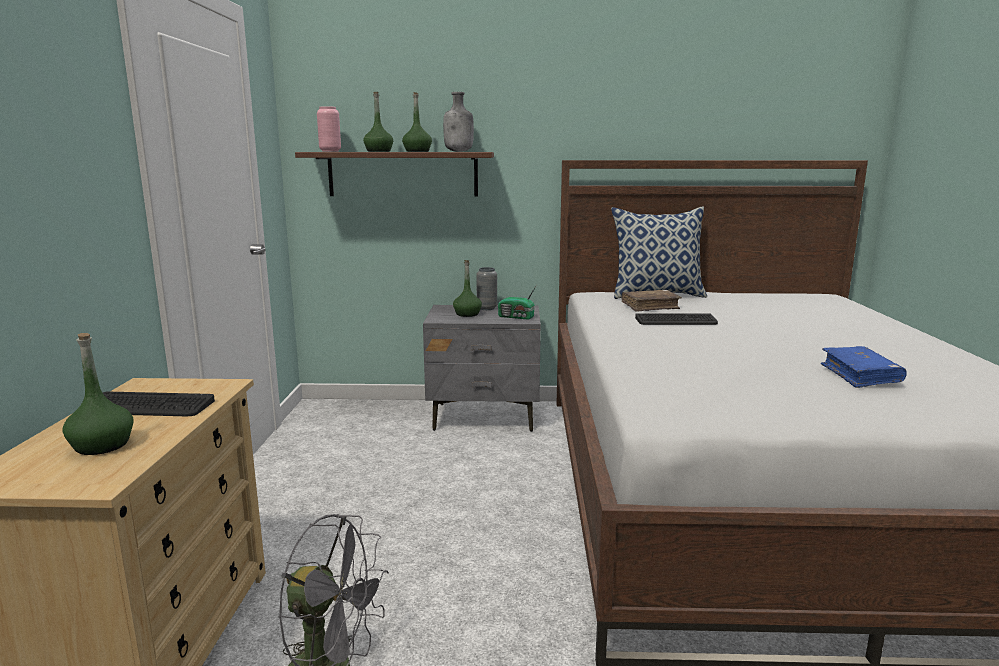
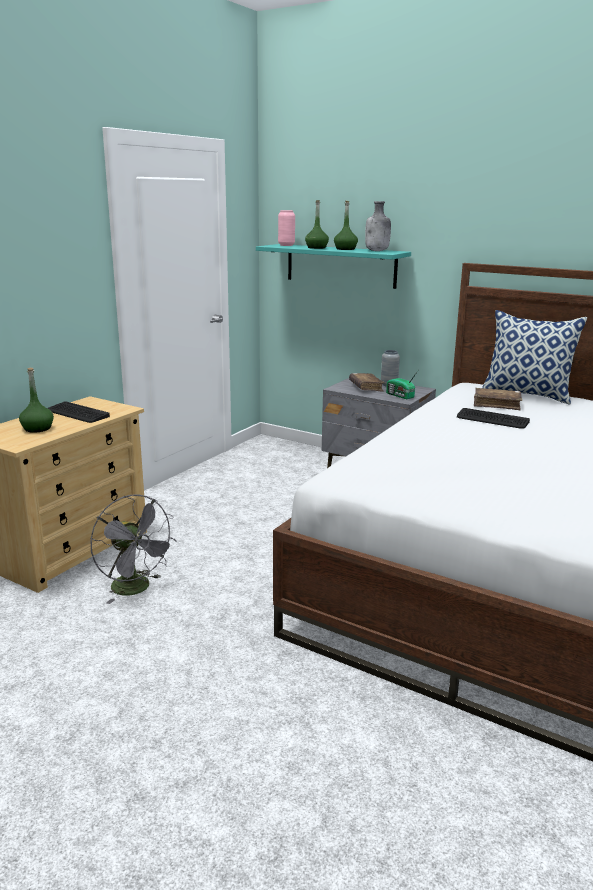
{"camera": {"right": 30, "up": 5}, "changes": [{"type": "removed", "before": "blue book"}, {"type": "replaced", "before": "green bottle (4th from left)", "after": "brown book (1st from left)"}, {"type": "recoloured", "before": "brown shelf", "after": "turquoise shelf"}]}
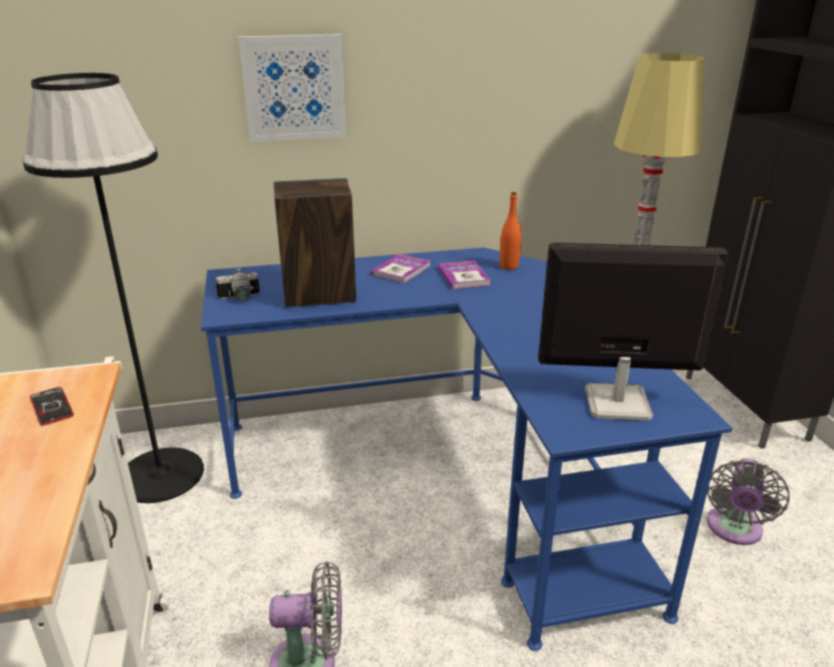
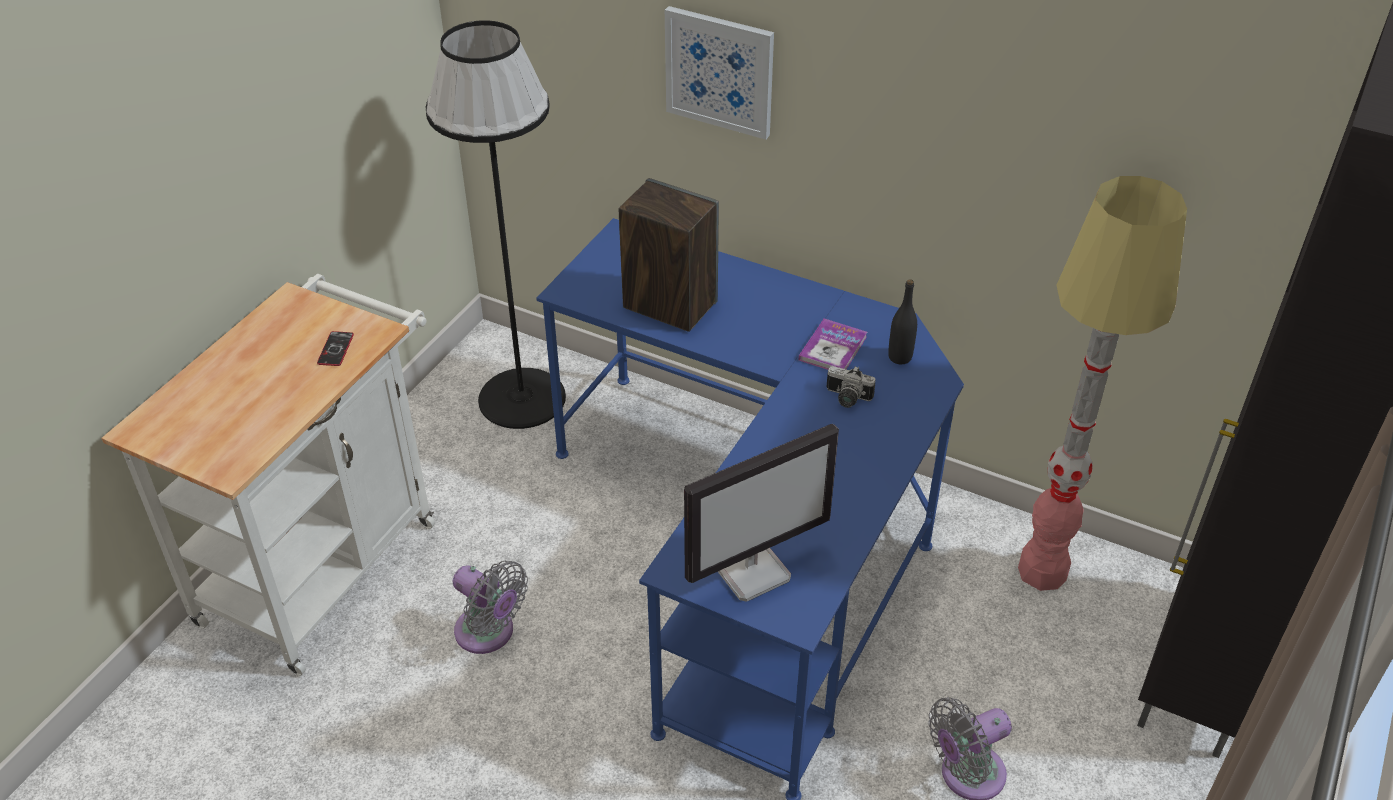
{"camera": {"right": 40, "up": 15}, "changes": [{"type": "removed", "before": "book (1st from left)"}, {"type": "moved", "before": "photo camera"}, {"type": "recoloured", "before": "orange bottle", "after": "black bottle"}, {"type": "turned", "before": "monitor", "turn": 105}]}
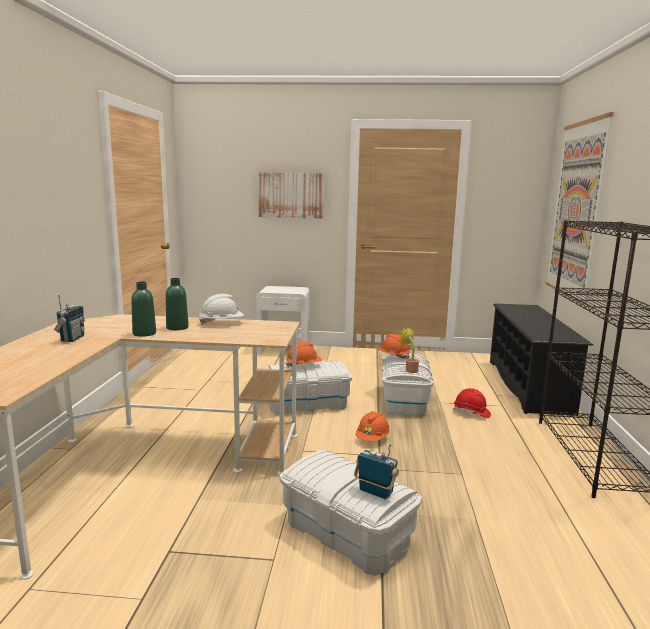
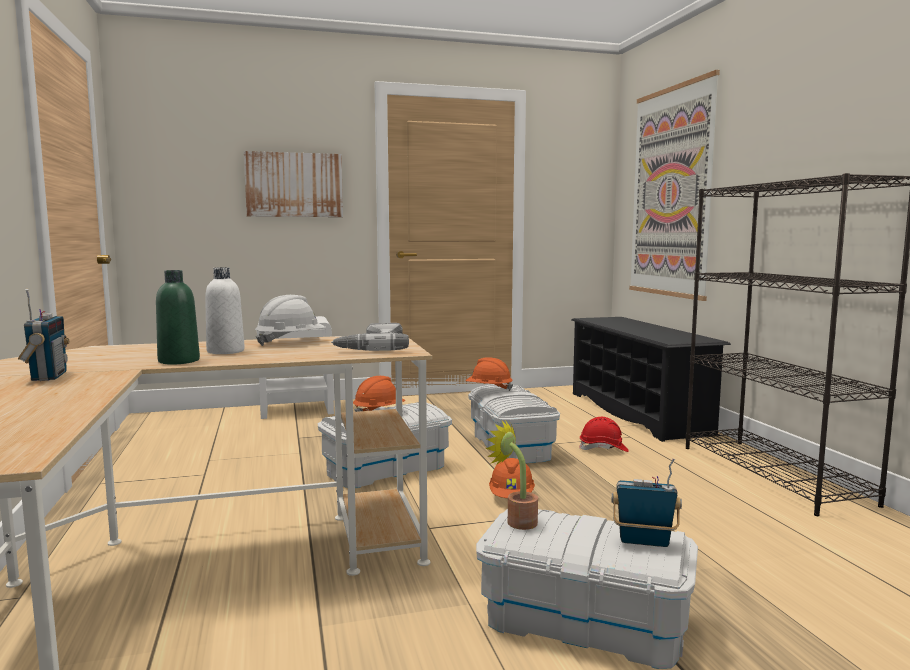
{"camera": {"right": -20, "up": -5}, "changes": [{"type": "added", "after": "power drill"}, {"type": "moved", "before": "potted plant"}, {"type": "recoloured", "before": "green bottle (2nd from left)", "after": "white bottle"}]}
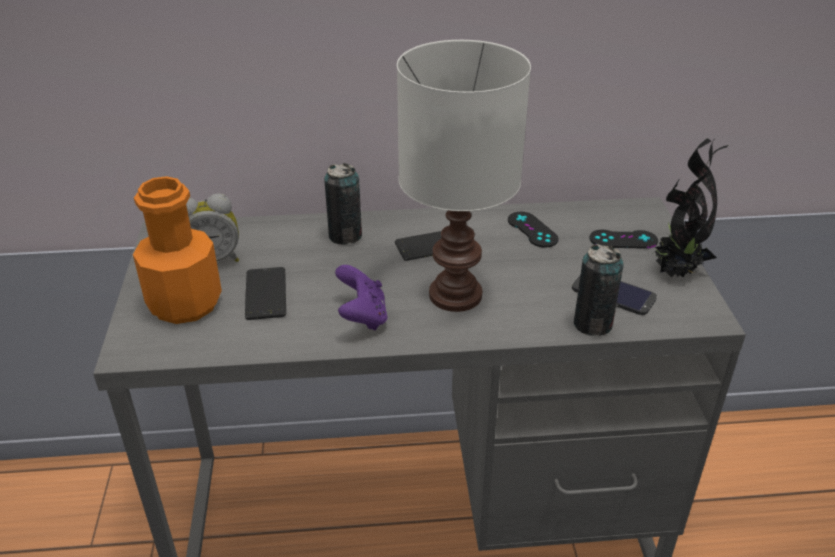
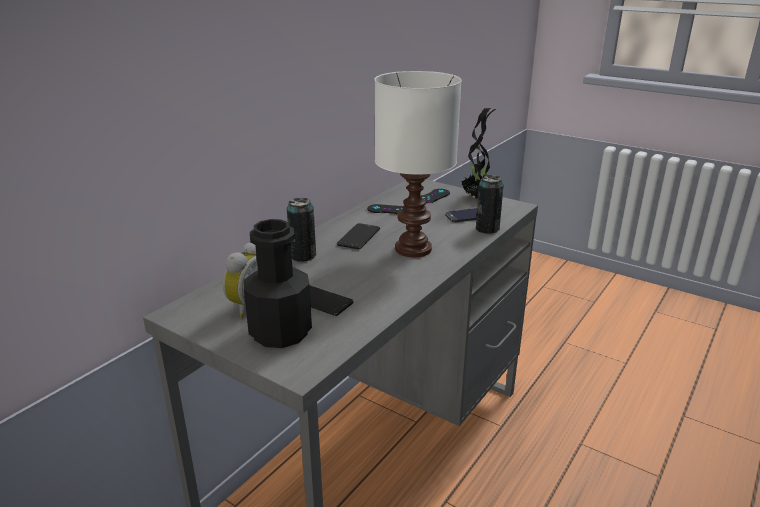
{"camera": {"right": -50, "up": -10}, "changes": [{"type": "removed", "before": "purple game controller"}, {"type": "recoloured", "before": "orange bottle", "after": "black bottle"}]}
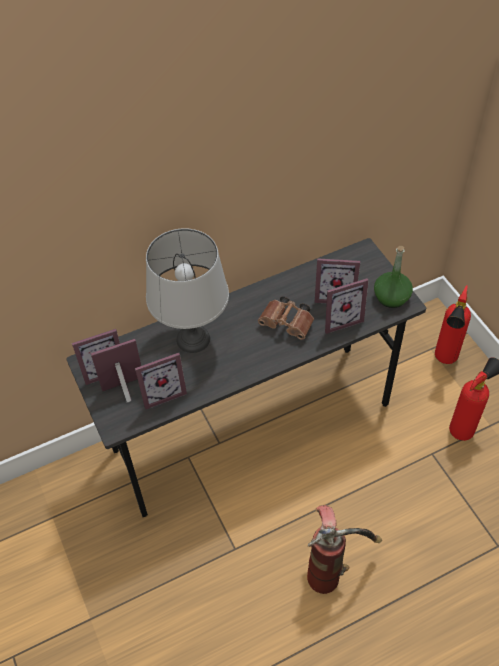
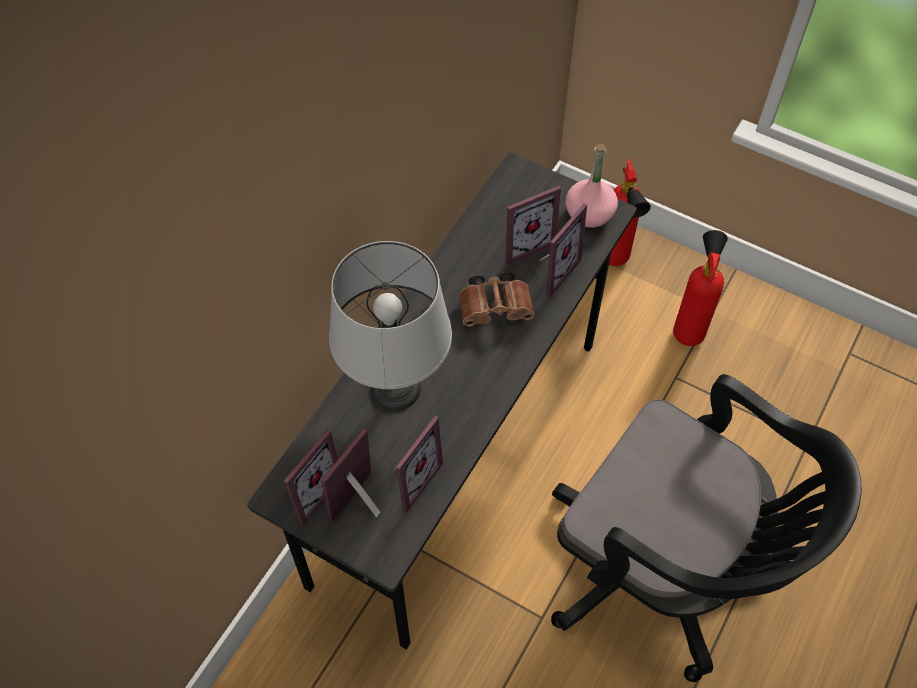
{"camera": {"right": -35, "up": 5}, "changes": [{"type": "replaced", "before": "fire extinguisher (1st from left)", "after": "black office chair"}, {"type": "recoloured", "before": "green bottle", "after": "pink bottle"}]}
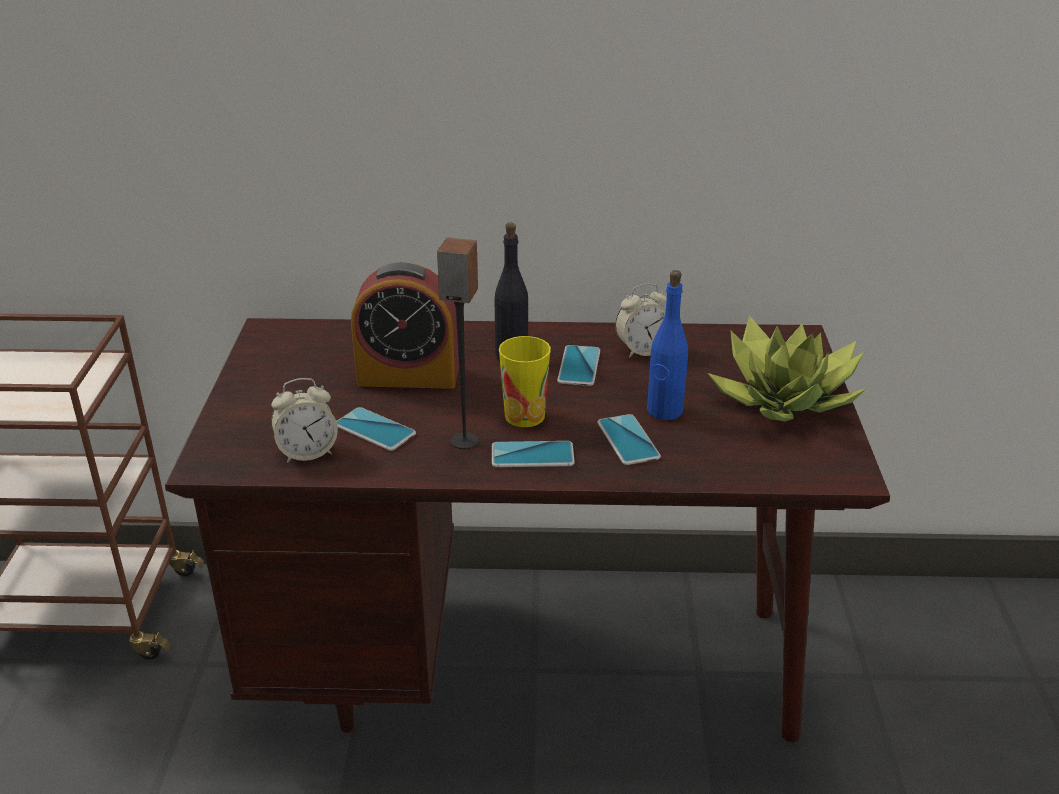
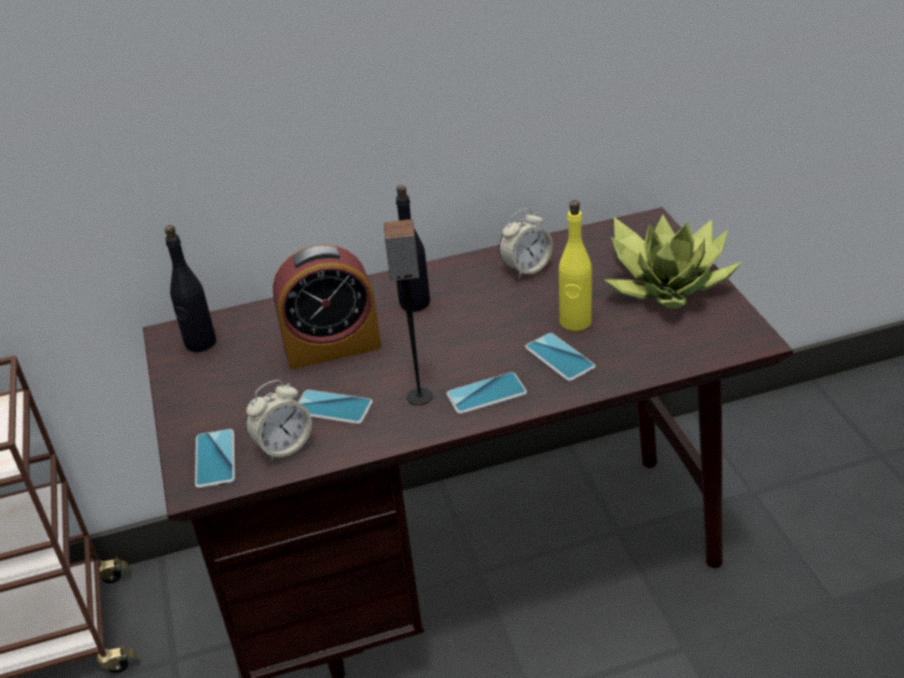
{"camera": {"right": -15, "up": 5}, "changes": [{"type": "removed", "before": "cup"}, {"type": "added", "after": "black bottle (1st from left)"}, {"type": "moved", "before": "phone (3rd from left in the first image)", "after": "phone (1st from left)"}, {"type": "recoloured", "before": "blue bottle", "after": "yellow bottle"}]}
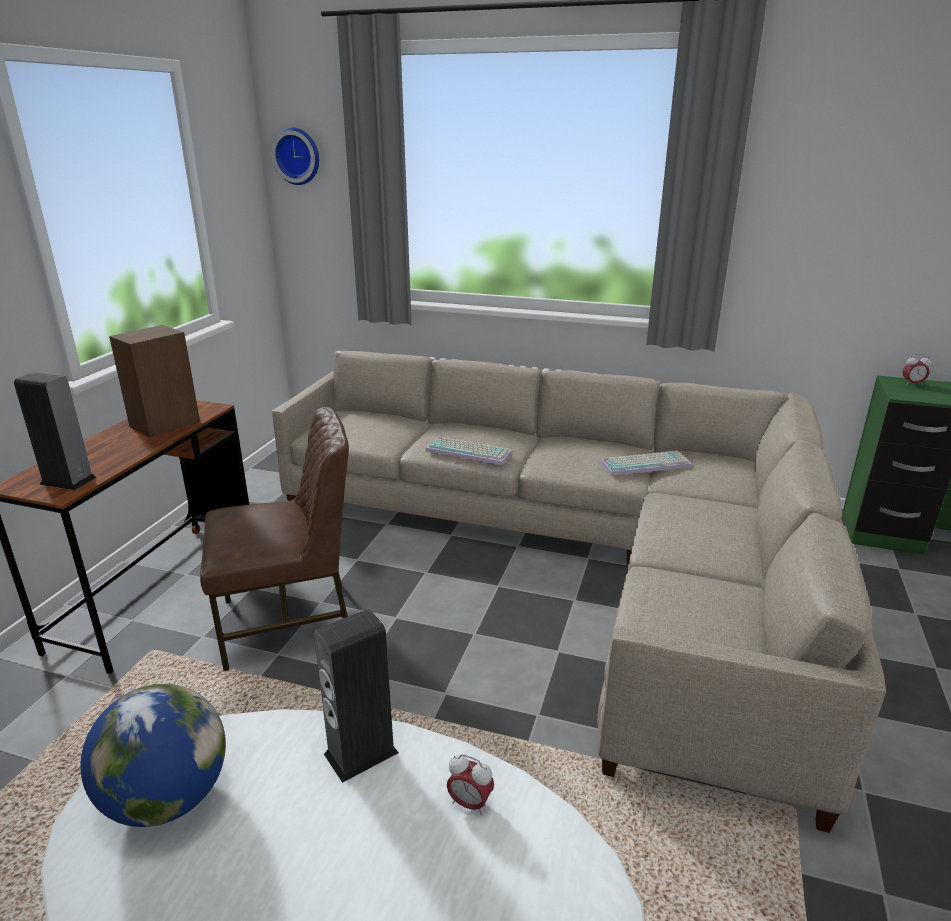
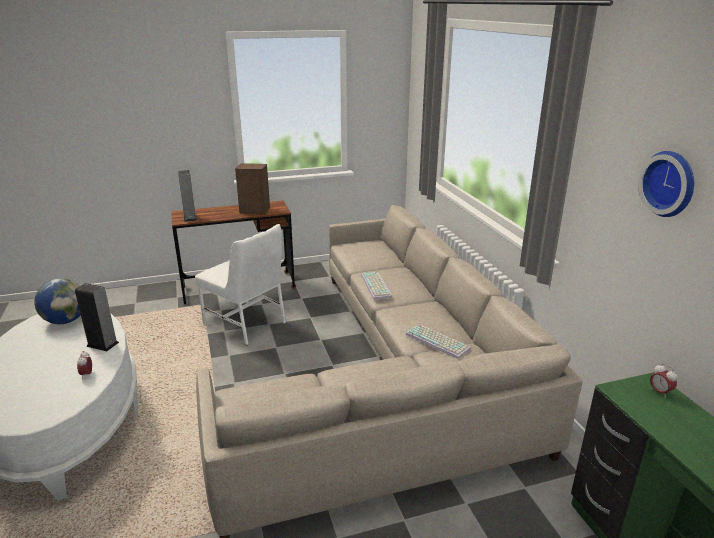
{"camera": {"right": 55, "up": 0}, "changes": [{"type": "moved", "before": "wall clock"}, {"type": "recoloured", "before": "brown chair", "after": "white chair"}]}
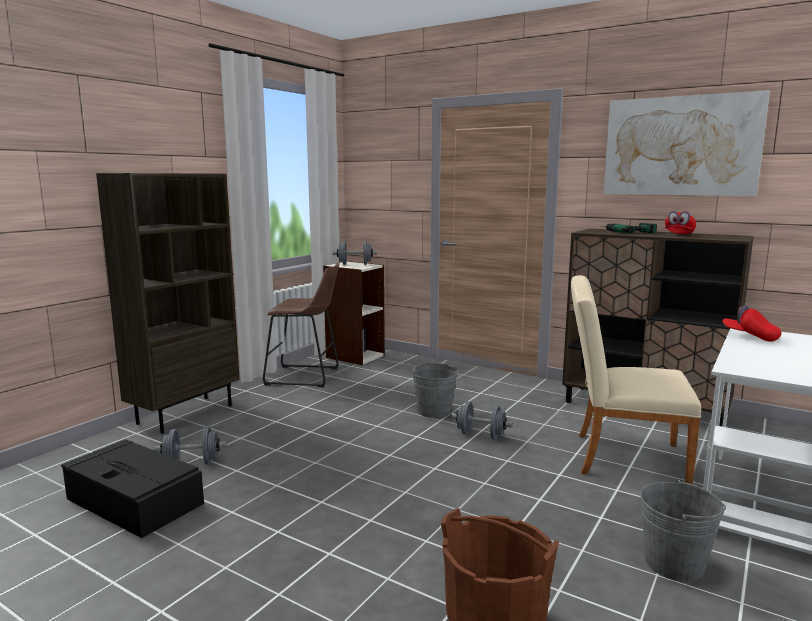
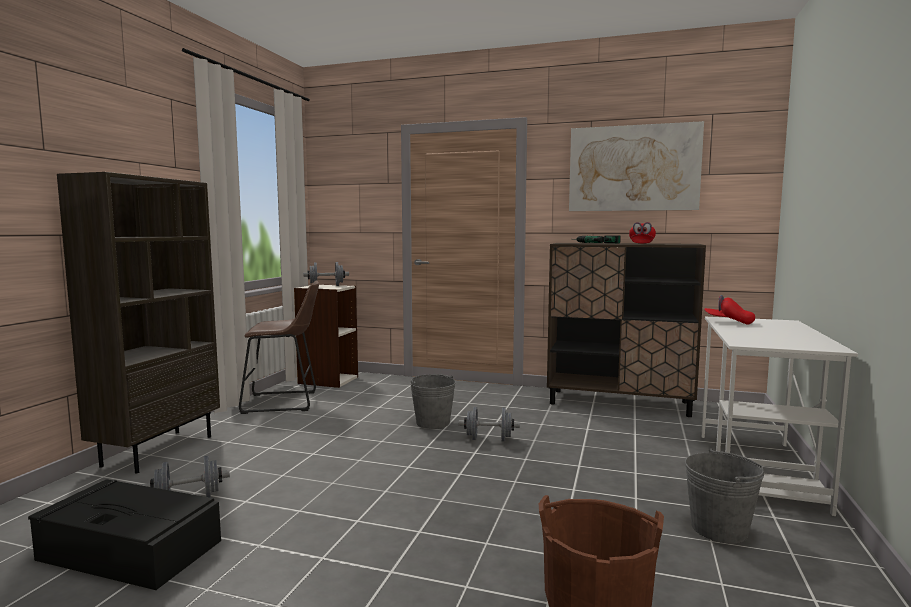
{"camera": {"right": -15, "up": -5}, "changes": [{"type": "removed", "before": "beige chair"}]}
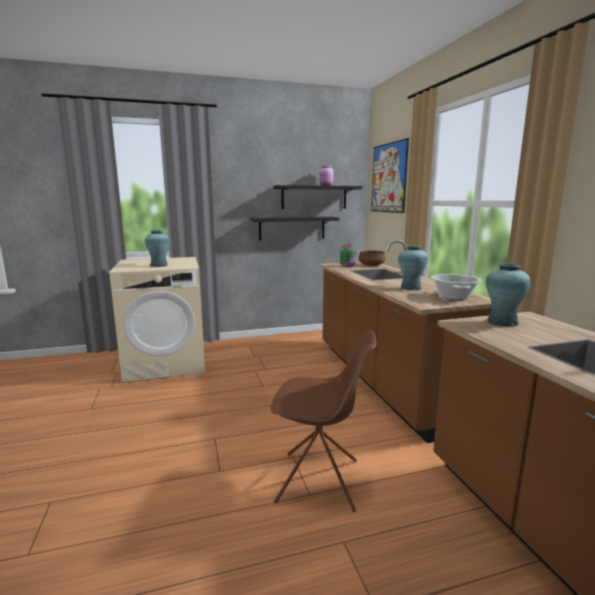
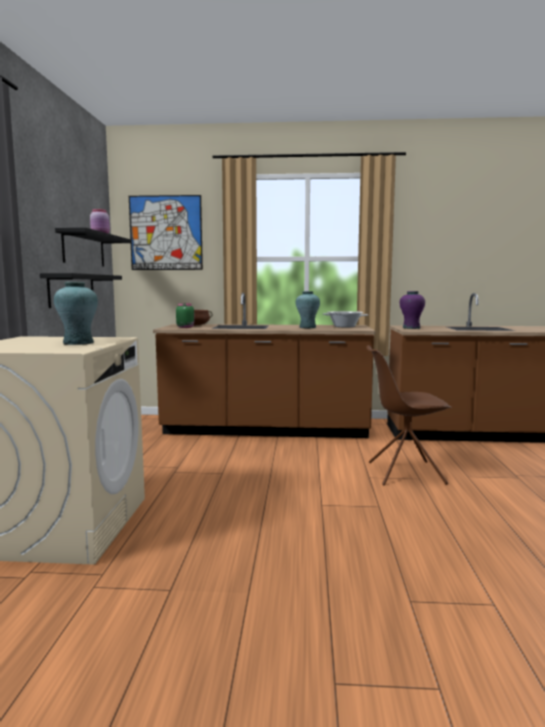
{"camera": {"right": -70, "up": -5}, "changes": [{"type": "recoloured", "before": "turquoise vase (3rd from left)", "after": "purple vase"}, {"type": "turned", "before": "brown chair", "turn": -120}]}
